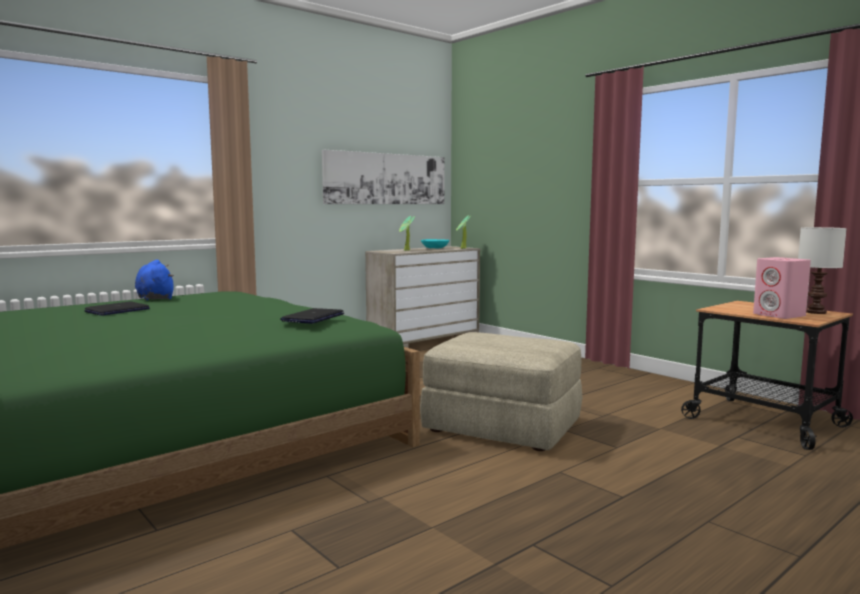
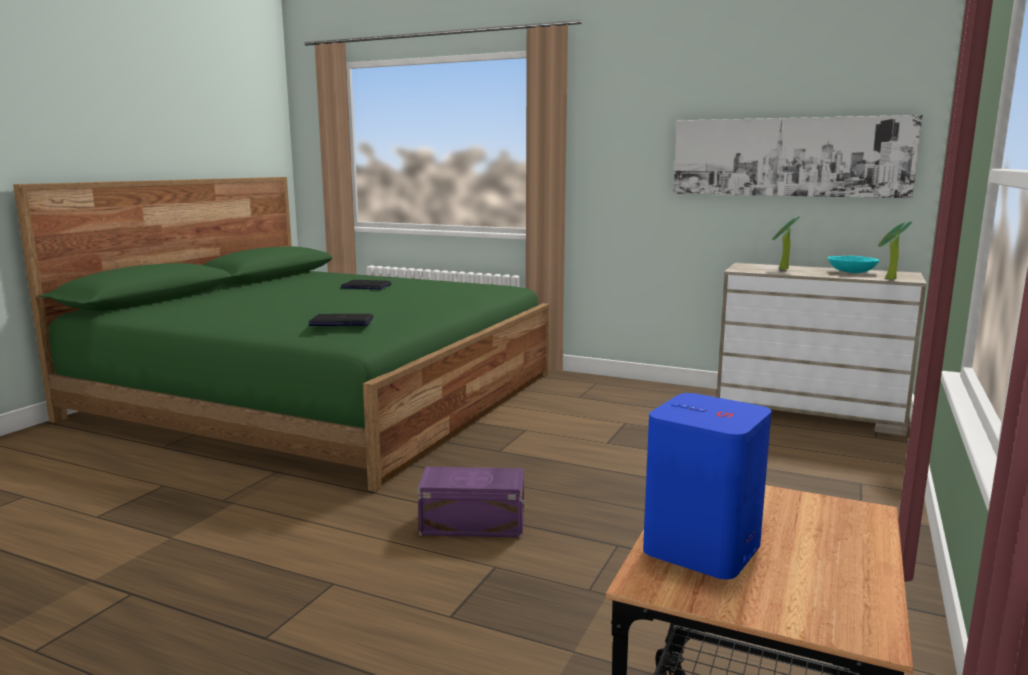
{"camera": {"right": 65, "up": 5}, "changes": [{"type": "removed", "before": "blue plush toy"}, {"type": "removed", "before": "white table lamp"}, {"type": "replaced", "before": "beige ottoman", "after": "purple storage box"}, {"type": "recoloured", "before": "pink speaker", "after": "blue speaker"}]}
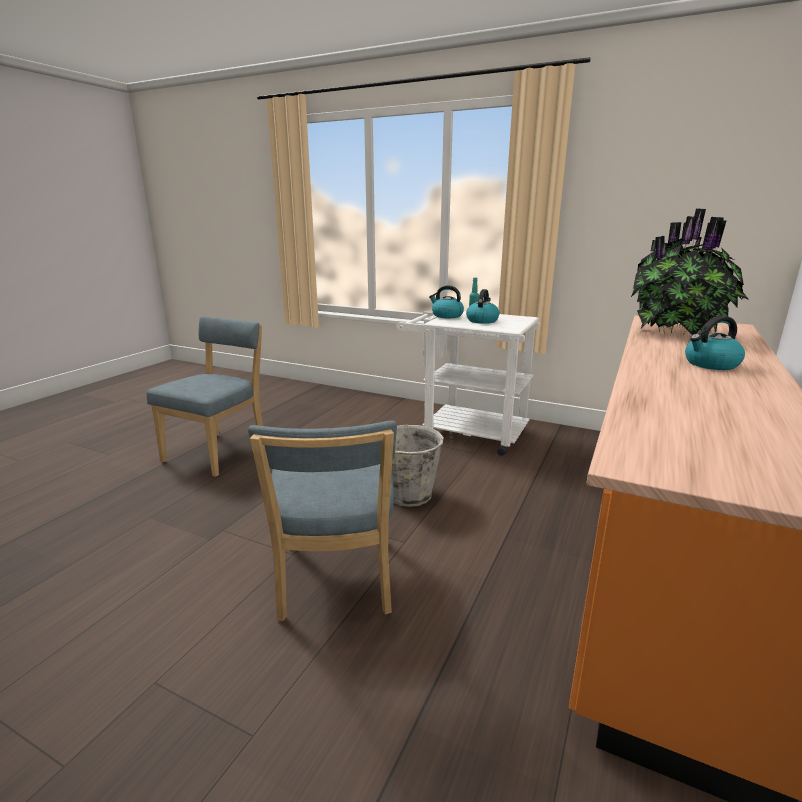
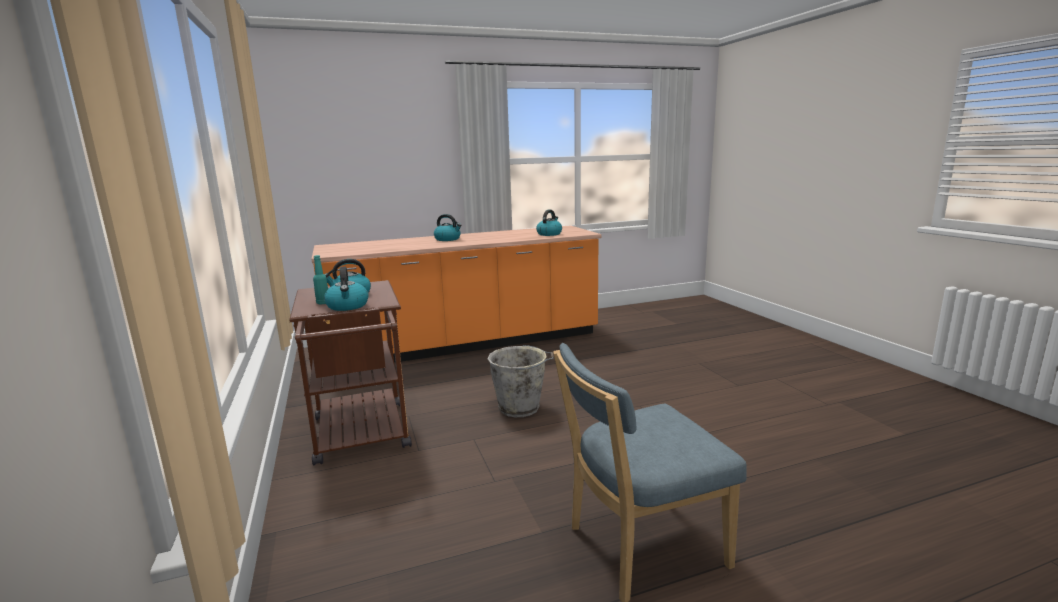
{"camera": {"right": -135, "up": -5}, "changes": [{"type": "removed", "before": "blue chair (2nd from left)"}, {"type": "removed", "before": "potted plant"}, {"type": "added", "after": "kettle (4th from left)"}, {"type": "recoloured", "before": "white cart", "after": "brown cart"}]}
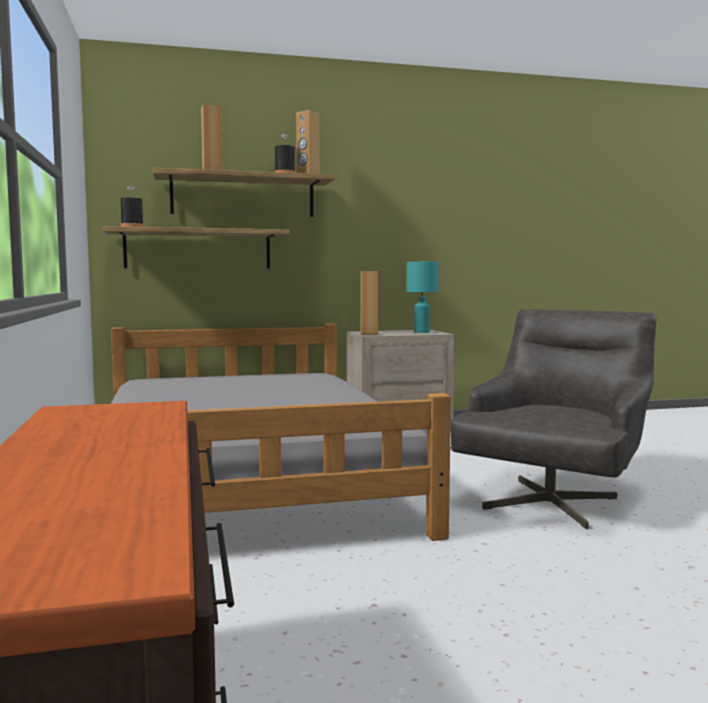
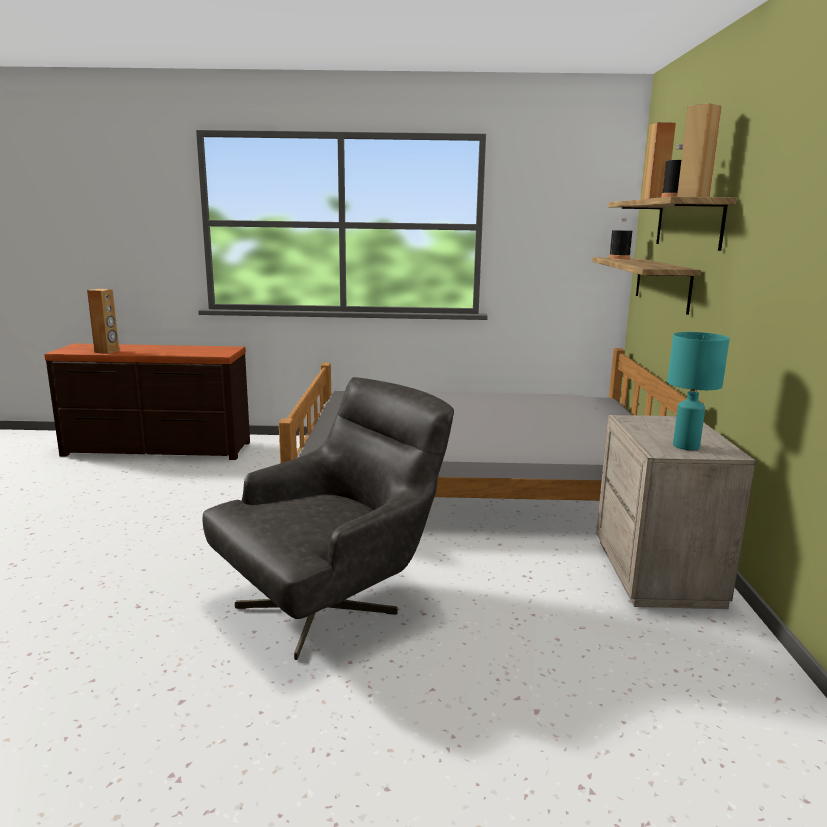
{"camera": {"right": 105, "up": 10}, "changes": [{"type": "moved", "before": "brown speaker (3rd from left in the first image)", "after": "brown speaker (1st from left)"}, {"type": "turned", "before": "grey armchair", "turn": -90}]}
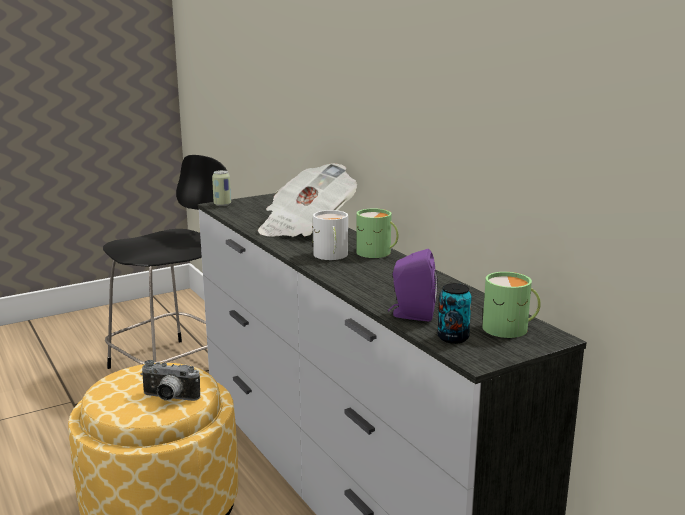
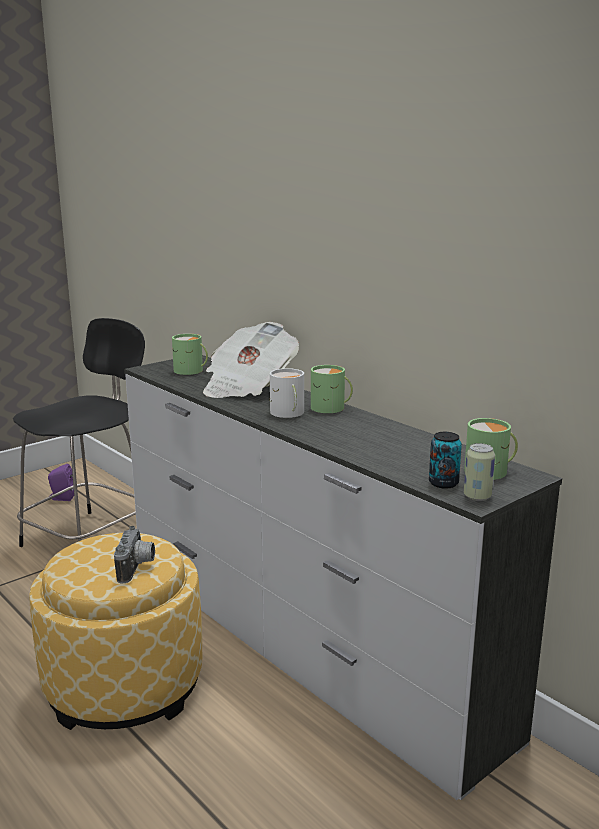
{"camera": {"right": -10, "up": 0}, "changes": [{"type": "added", "after": "green mug (1st from left)"}, {"type": "moved", "before": "can (1st from left in the first image)", "after": "can (2nd from left)"}, {"type": "moved", "before": "purple speaker"}, {"type": "turned", "before": "photo camera", "turn": -90}]}
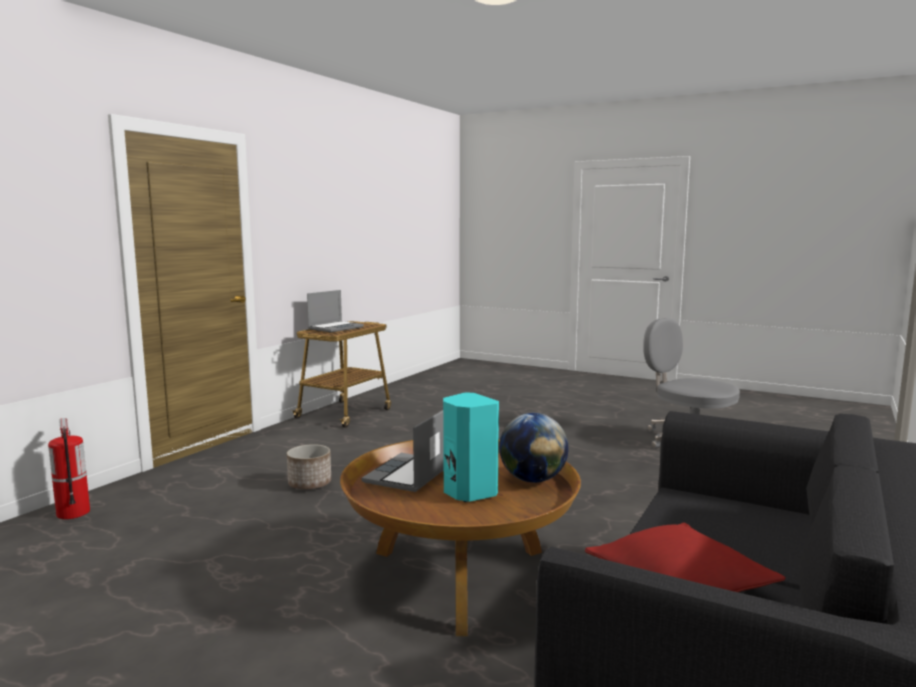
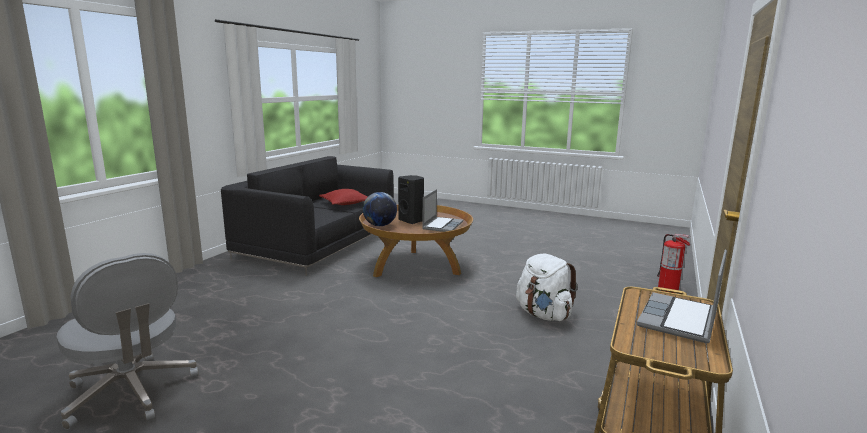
{"camera": {"right": 175, "up": 5}, "changes": [{"type": "replaced", "before": "planter", "after": "white backpack"}, {"type": "recoloured", "before": "turquoise speaker", "after": "black speaker"}]}
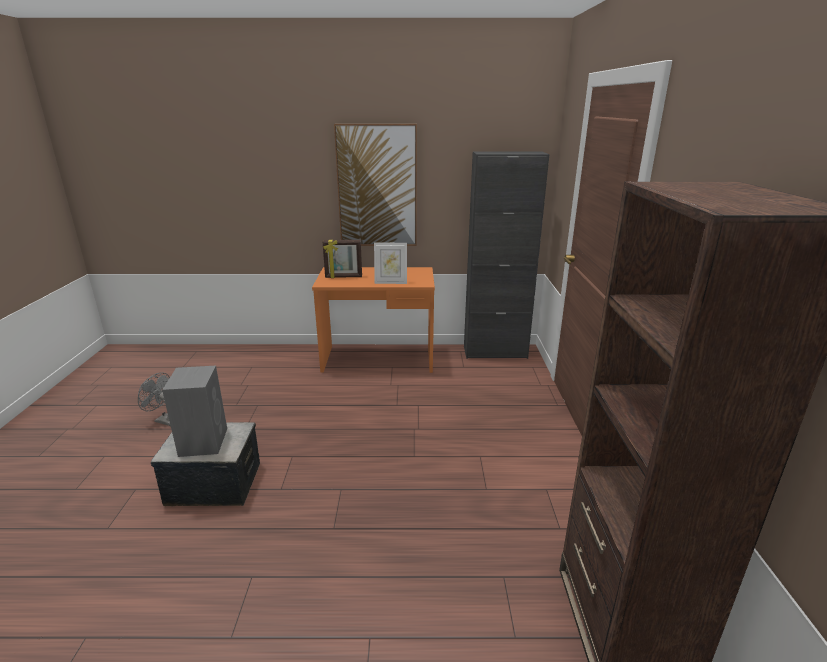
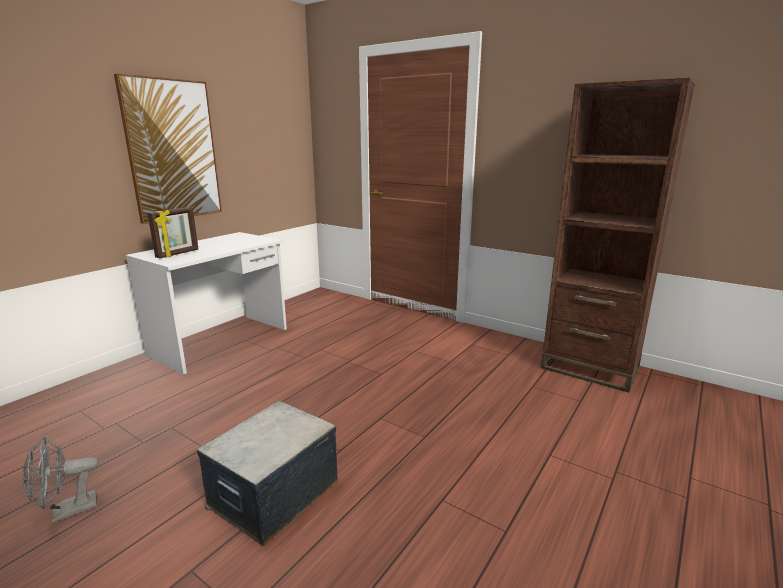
{"camera": {"right": -55, "up": -5}, "changes": [{"type": "removed", "before": "grey speaker"}, {"type": "removed", "before": "picture frame (2nd from left)"}, {"type": "removed", "before": "black cabinet"}, {"type": "recoloured", "before": "orange desk", "after": "white desk"}]}
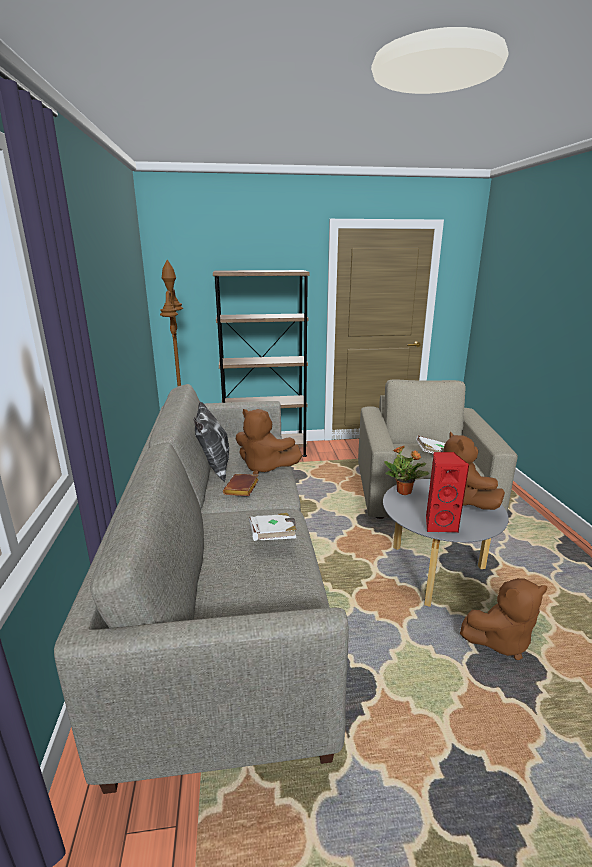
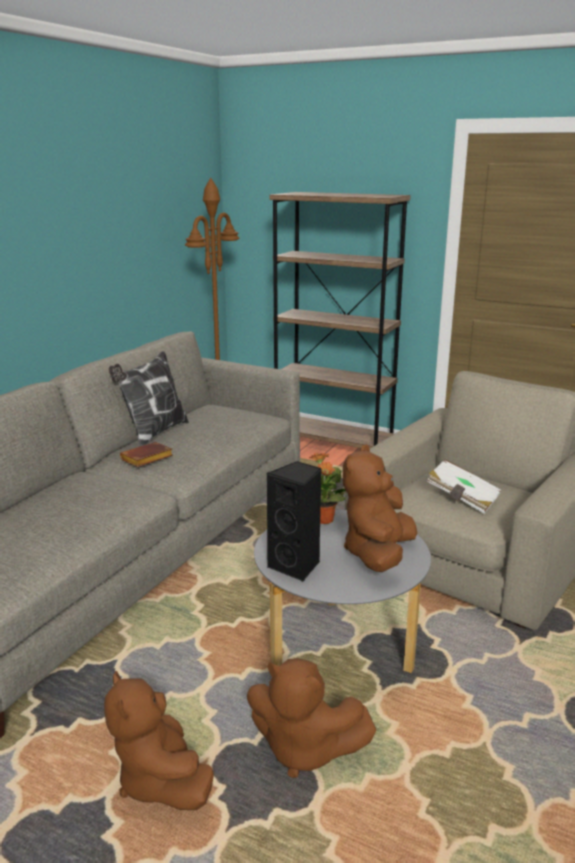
{"camera": {"right": 35, "up": 0}, "changes": [{"type": "removed", "before": "white book (1st from left)"}, {"type": "moved", "before": "brown plush toy (1st from left)"}, {"type": "recoloured", "before": "red speaker", "after": "black speaker"}]}
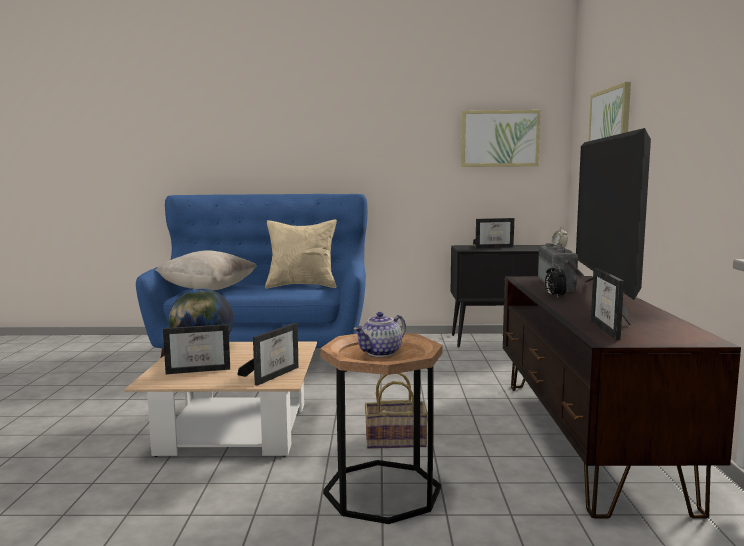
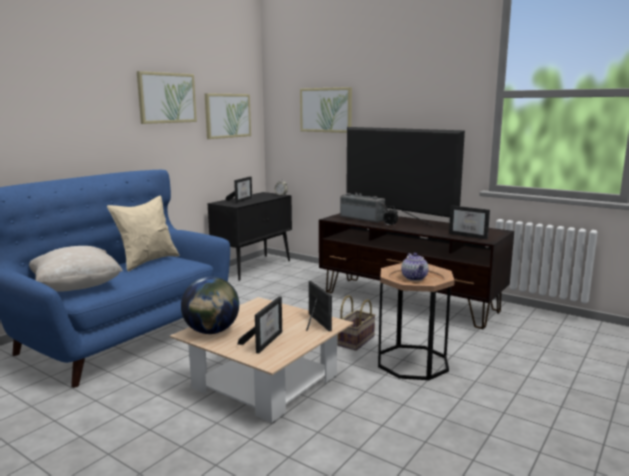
{"camera": {"right": -55, "up": 5}, "changes": [{"type": "added", "after": "picture (1st from left)"}]}
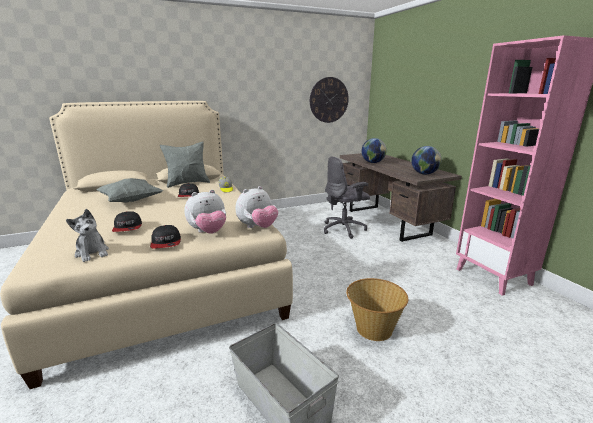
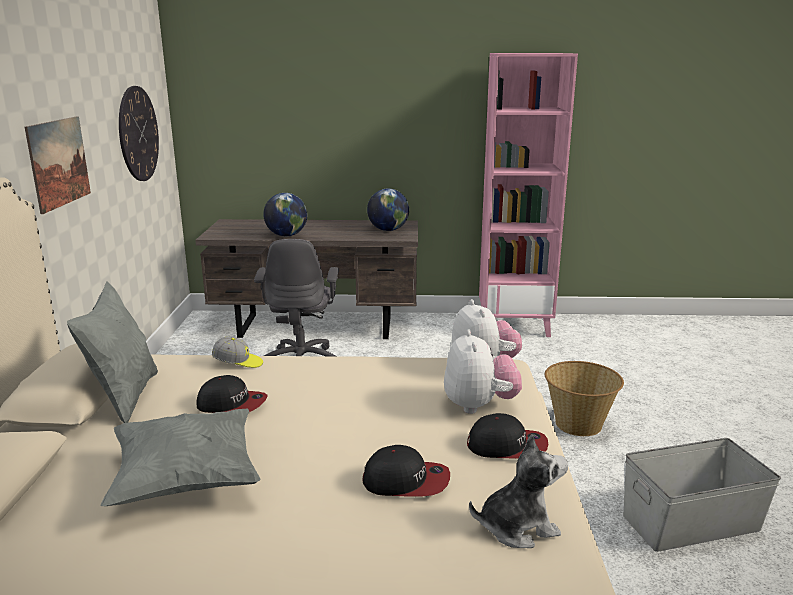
{"camera": {"right": -65, "up": 0}, "changes": [{"type": "added", "after": "picture"}]}
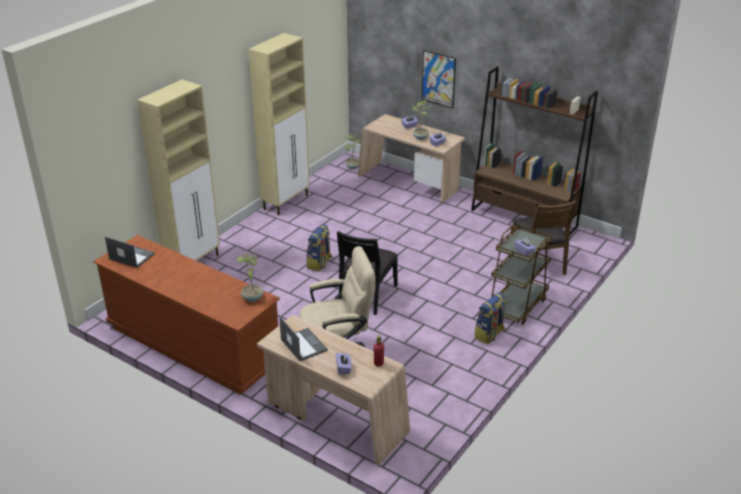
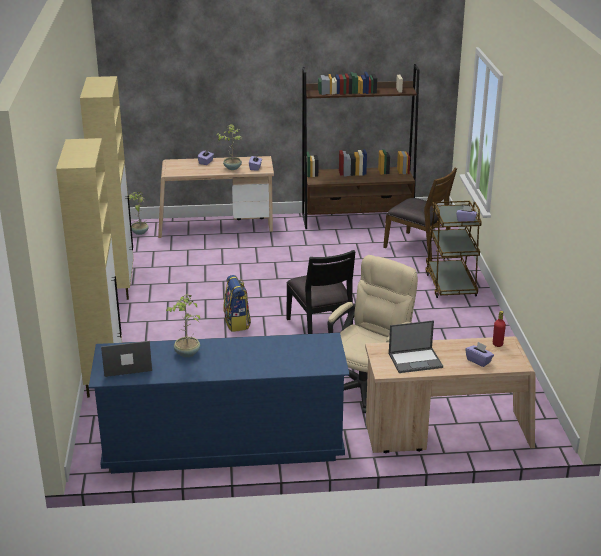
{"camera": {"right": -40, "up": -5}, "changes": [{"type": "removed", "before": "picture"}, {"type": "removed", "before": "backpack (2nd from left)"}, {"type": "moved", "before": "potted plant (1st from left in the first image)", "after": "potted plant (2nd from left)"}, {"type": "recoloured", "before": "brown dresser", "after": "blue dresser"}, {"type": "turned", "before": "laptop (2nd from left)", "turn": 150}]}
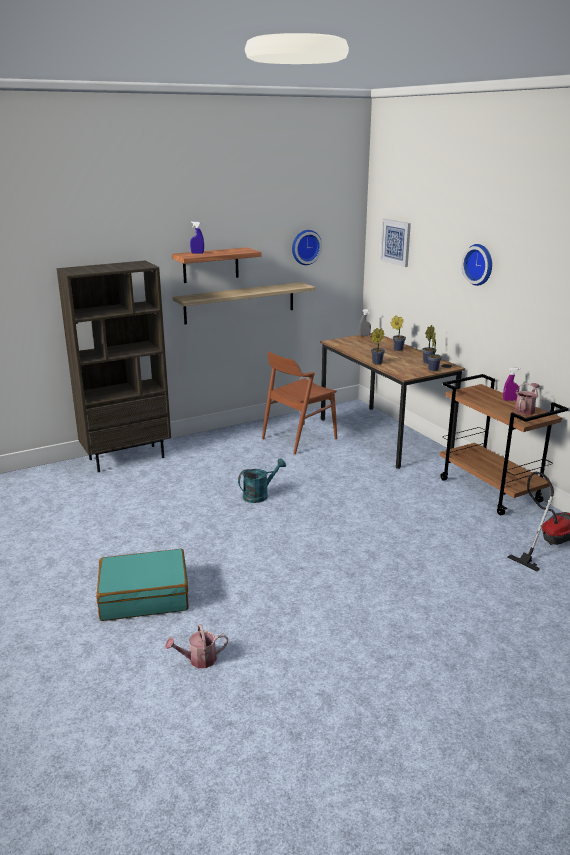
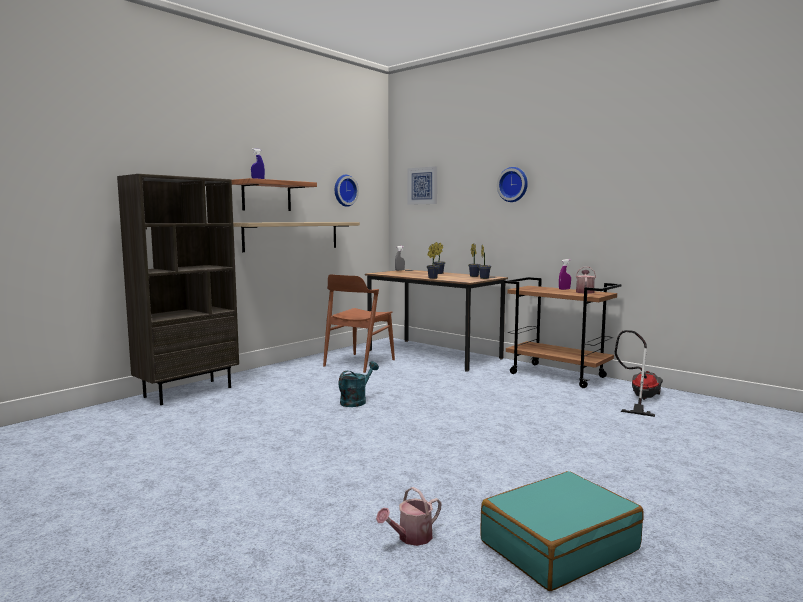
{"camera": {"right": -20, "up": -15}, "changes": [{"type": "moved", "before": "turquoise suitcase"}]}
